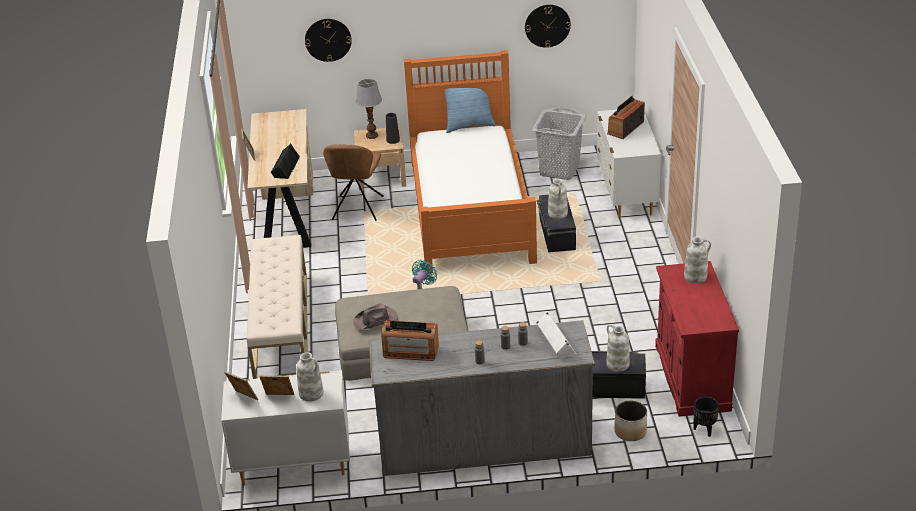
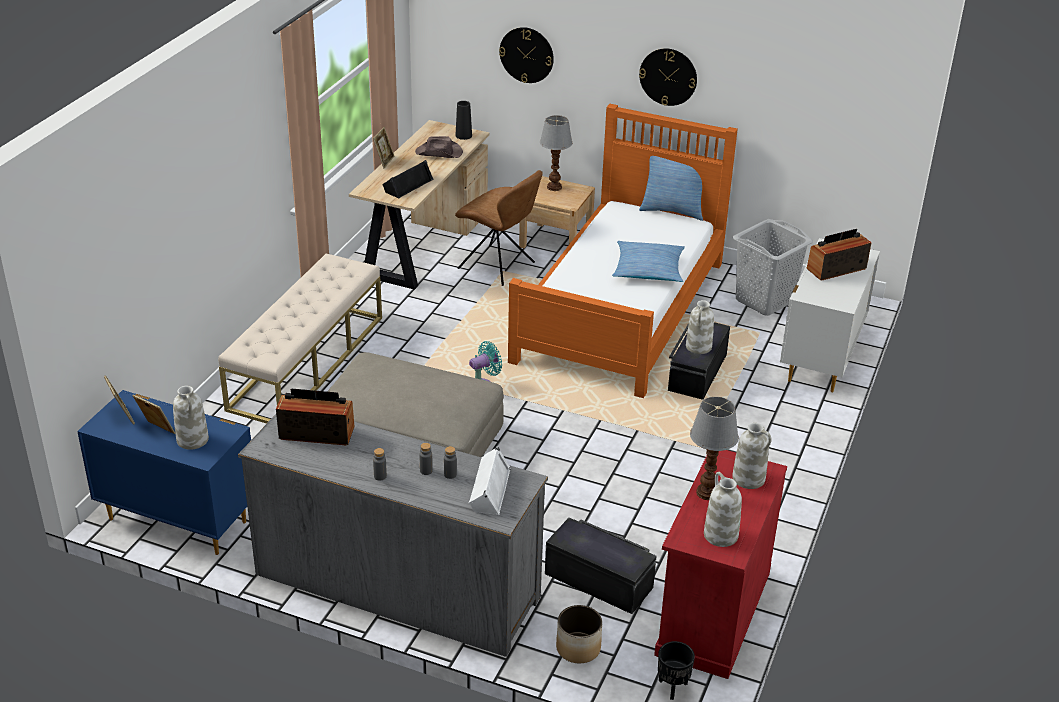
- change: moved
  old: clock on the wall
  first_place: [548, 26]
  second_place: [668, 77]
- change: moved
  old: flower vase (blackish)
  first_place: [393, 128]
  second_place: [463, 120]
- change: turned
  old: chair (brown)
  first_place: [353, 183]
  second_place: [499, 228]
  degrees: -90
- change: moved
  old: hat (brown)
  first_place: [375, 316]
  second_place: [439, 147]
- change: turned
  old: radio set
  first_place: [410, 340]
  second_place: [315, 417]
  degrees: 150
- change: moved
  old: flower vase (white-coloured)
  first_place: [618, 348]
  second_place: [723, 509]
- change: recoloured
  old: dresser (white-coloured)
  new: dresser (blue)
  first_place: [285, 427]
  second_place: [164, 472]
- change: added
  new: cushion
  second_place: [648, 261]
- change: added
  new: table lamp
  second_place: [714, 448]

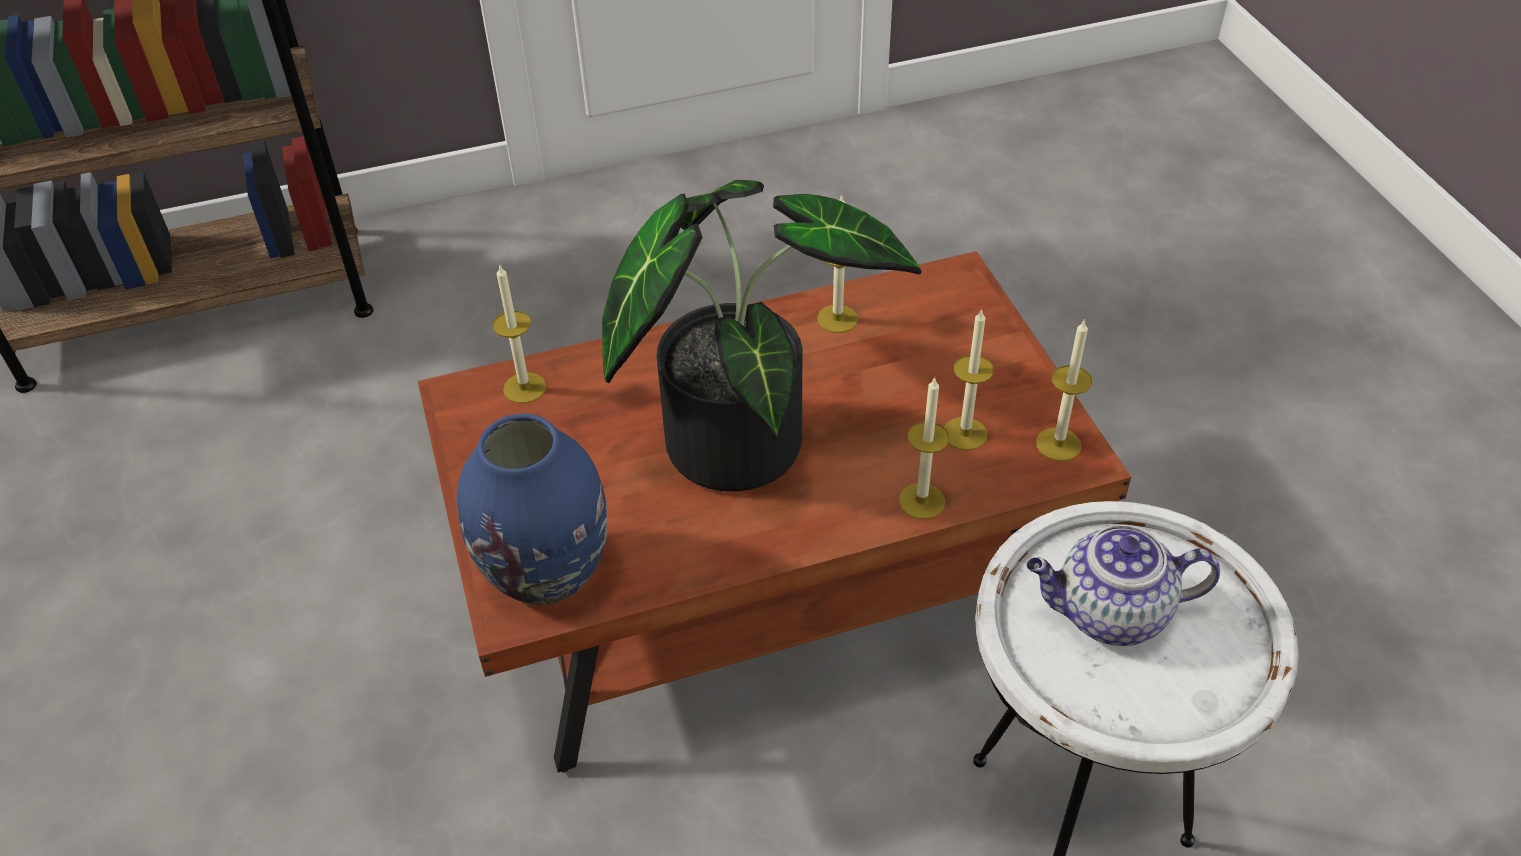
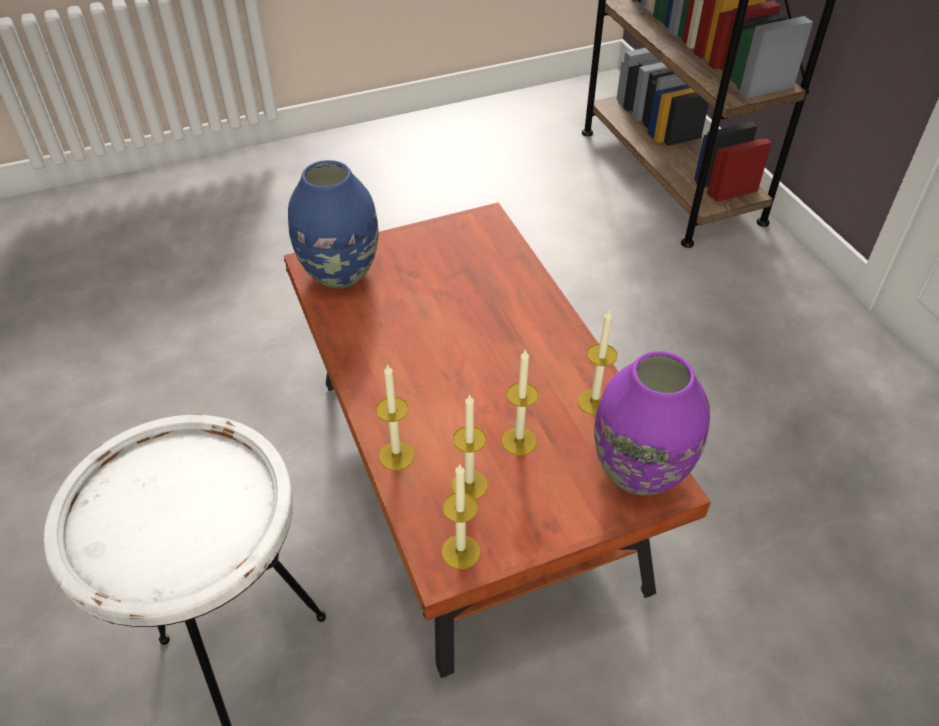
- change: removed
  old: potted plant
  first_place: [762, 336]
- change: moved
  old: wax candle
  first_place: [519, 333]
  second_place: [520, 402]
- change: removed
  old: tea pot
  first_place: [1123, 585]
- change: added
  new: flower vase (purplish)
  second_place: [652, 423]

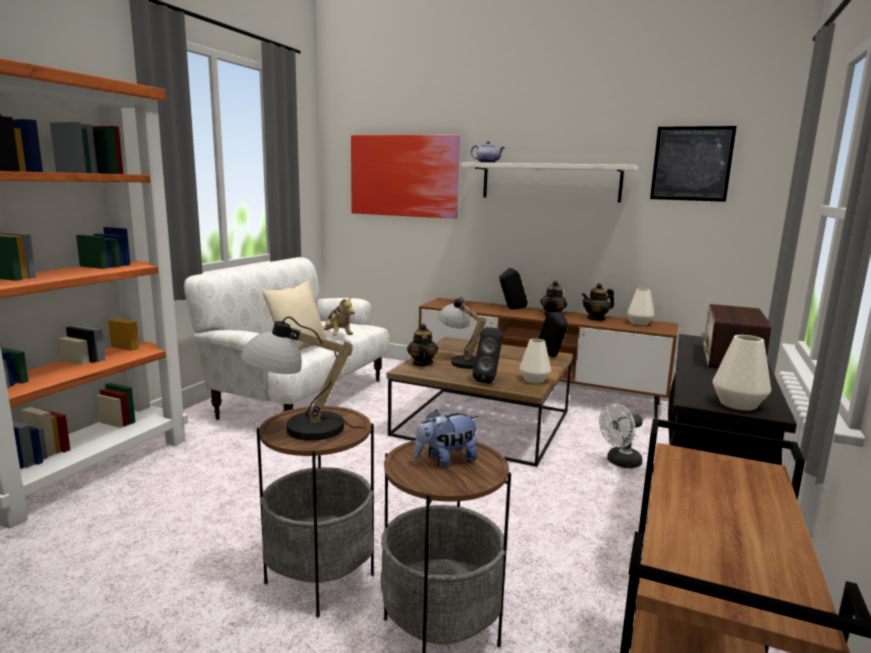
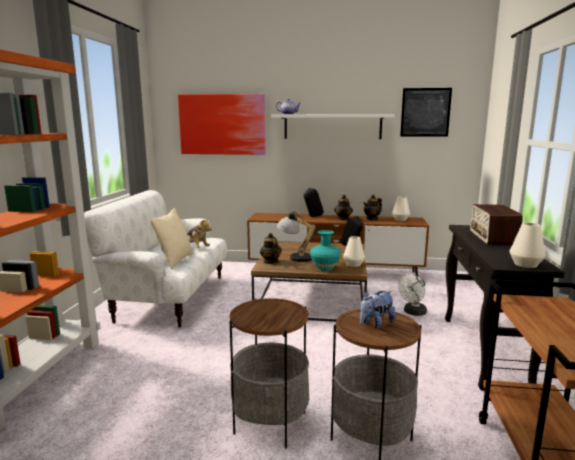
- change: removed
  old: table lamp
  first_place: [303, 378]
- change: replaced
  old: audio speaker (blackish)
  new: flower vase (turquoise-coloured)
  first_place: [488, 355]
  second_place: [325, 250]

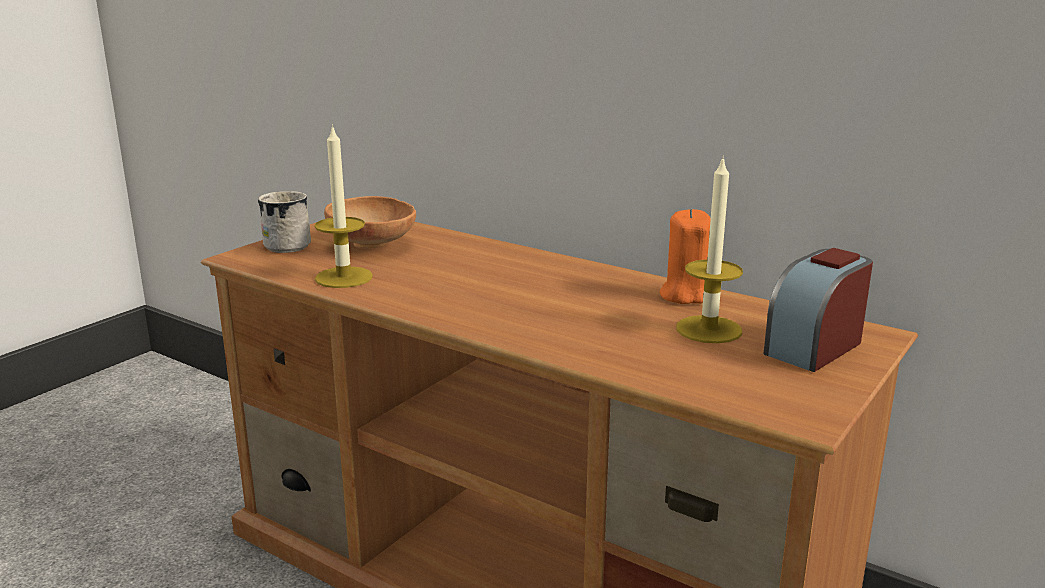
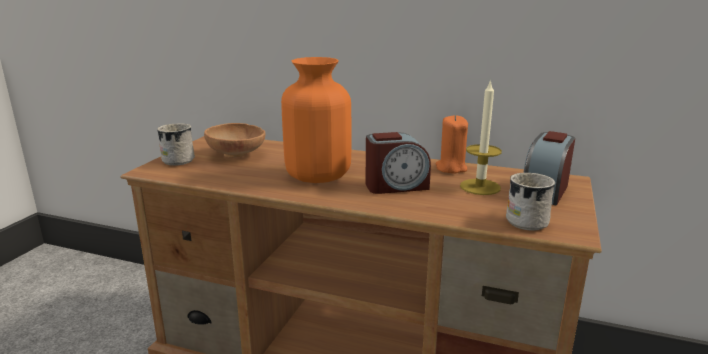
- change: removed
  old: wax candle
  first_place: [344, 206]
- change: added
  new: flower vase (orange-coloured)
  second_place: [316, 120]
- change: added
  new: bedside clock
  second_place: [398, 163]
- change: added
  new: tea mug (white-coloured)
  second_place: [530, 201]

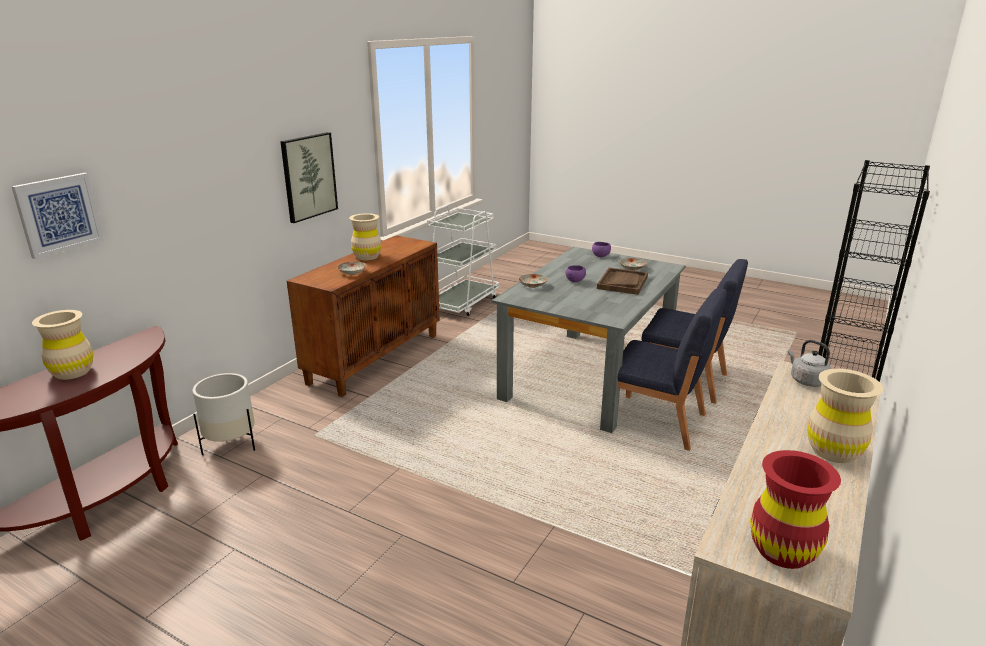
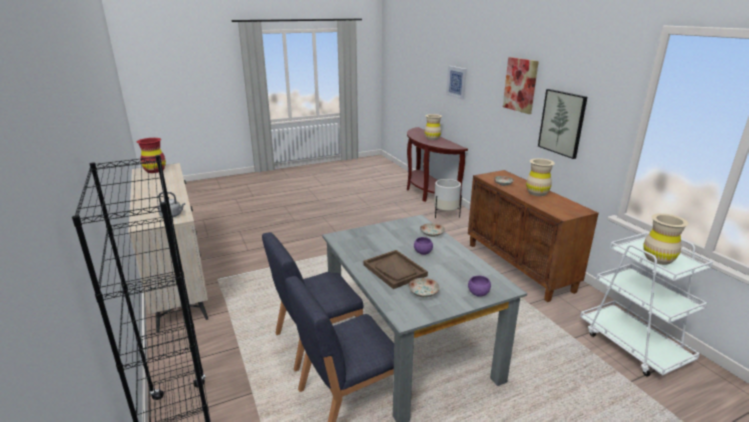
- change: moved
  old: flower vase (beige-coloured)
  first_place: [845, 416]
  second_place: [666, 239]
- change: added
  new: wall picture
  second_place: [521, 85]

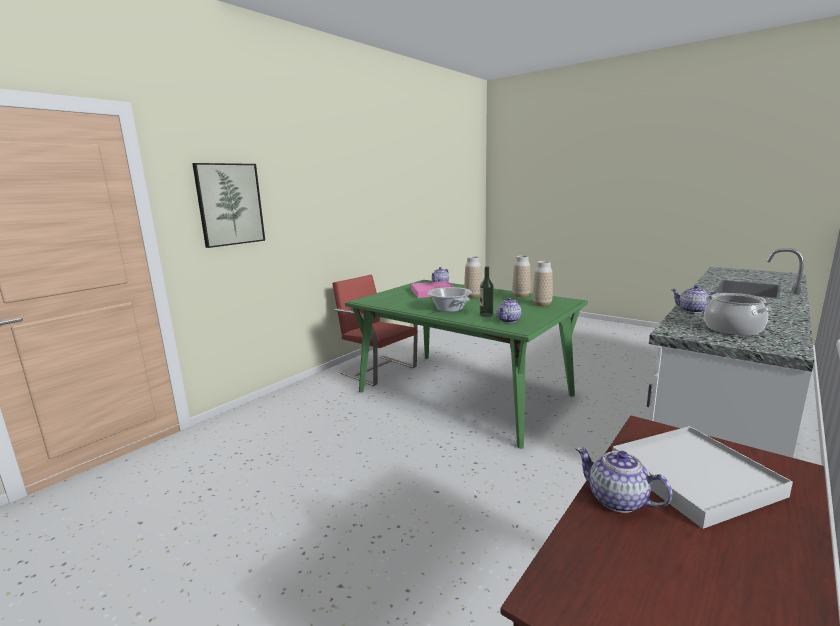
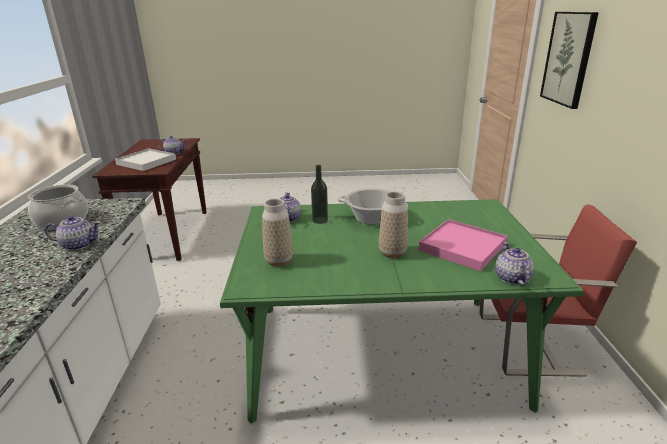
- change: removed
  old: flower vase
  first_place: [521, 276]

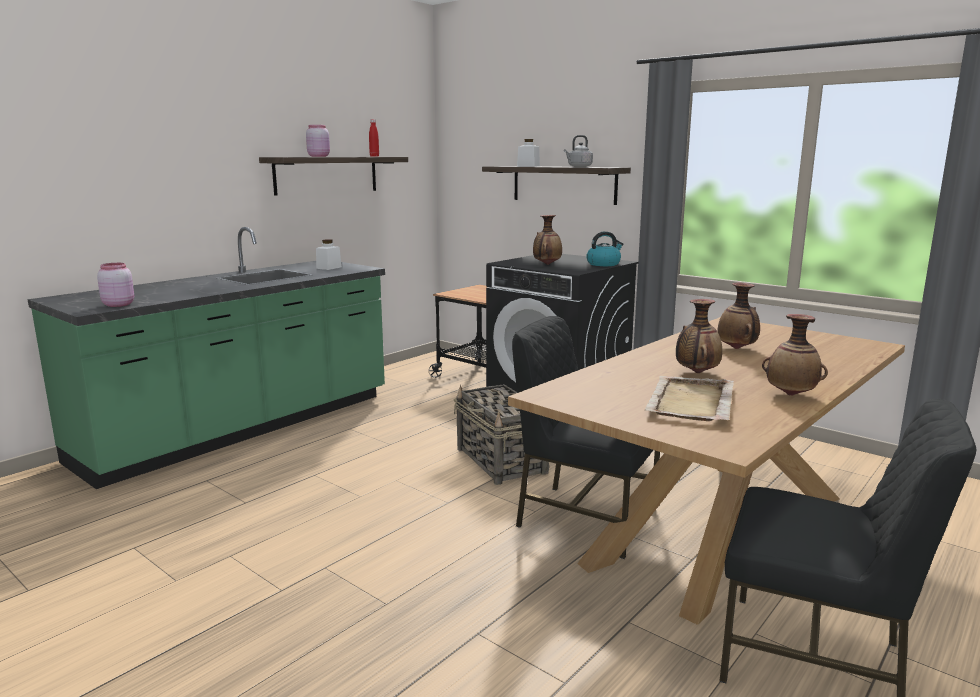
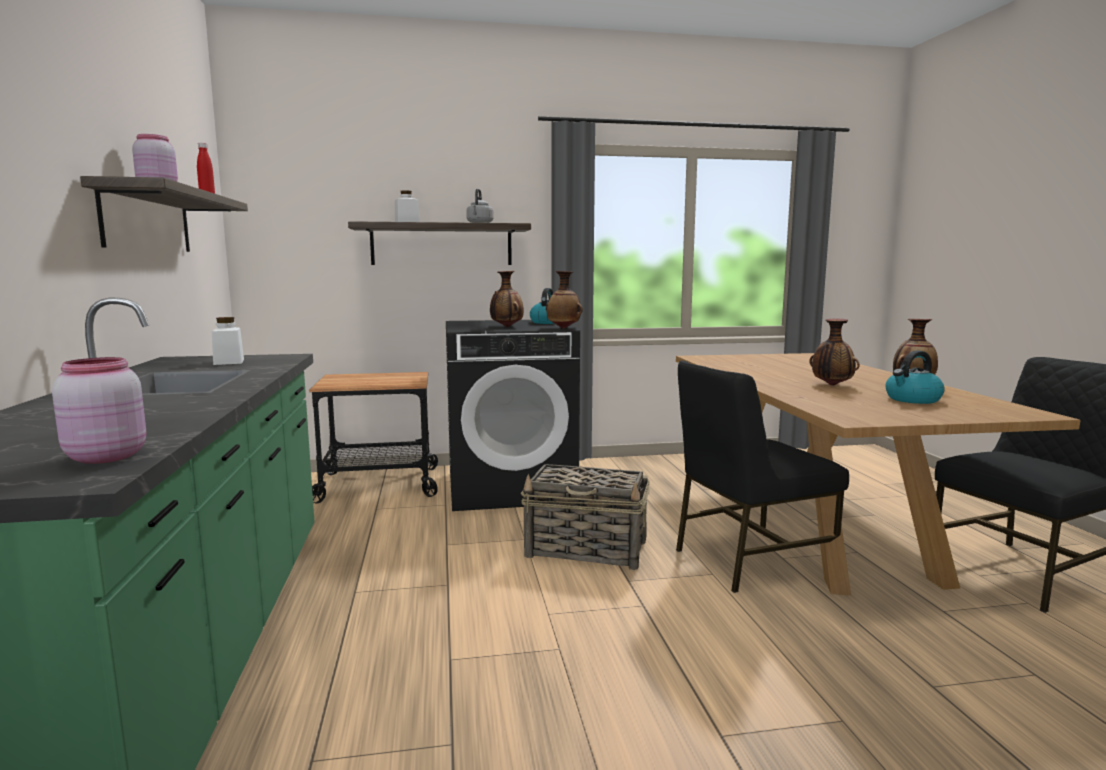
- change: moved
  old: flower vase
  first_place: [738, 315]
  second_place: [564, 300]
- change: replaced
  old: carrying tray (beige-coloured)
  new: kettle
  first_place: [689, 398]
  second_place: [915, 377]

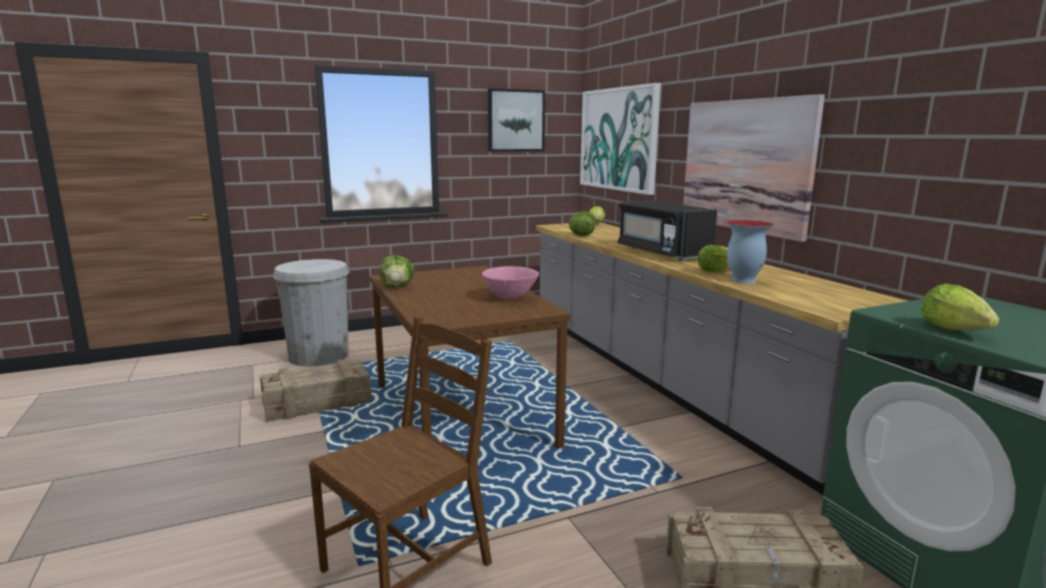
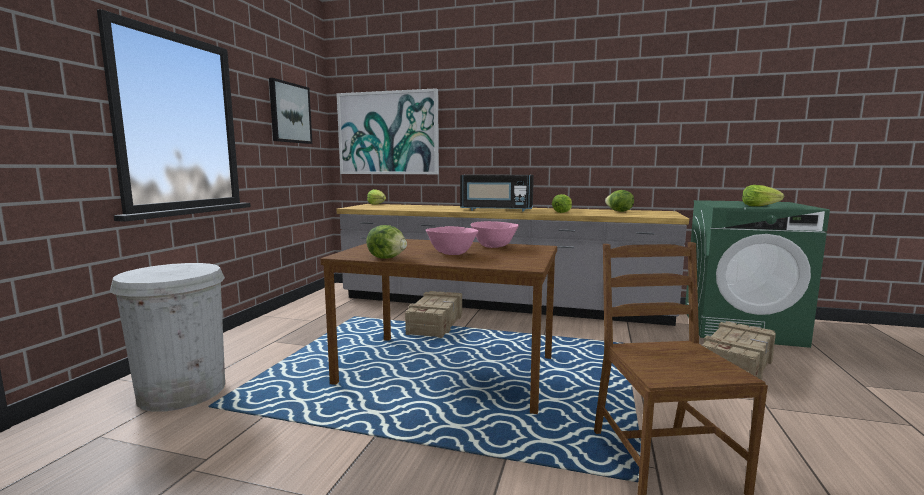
- change: removed
  old: wall picture
  first_place: [754, 168]
- change: moved
  old: lettuce head
  first_place: [582, 223]
  second_place: [619, 201]
- change: removed
  old: flower vase
  first_place: [750, 252]
- change: moved
  old: crate
  first_place: [316, 390]
  second_place: [433, 314]
- change: added
  new: deep dish (pinkish)
  second_place: [452, 240]

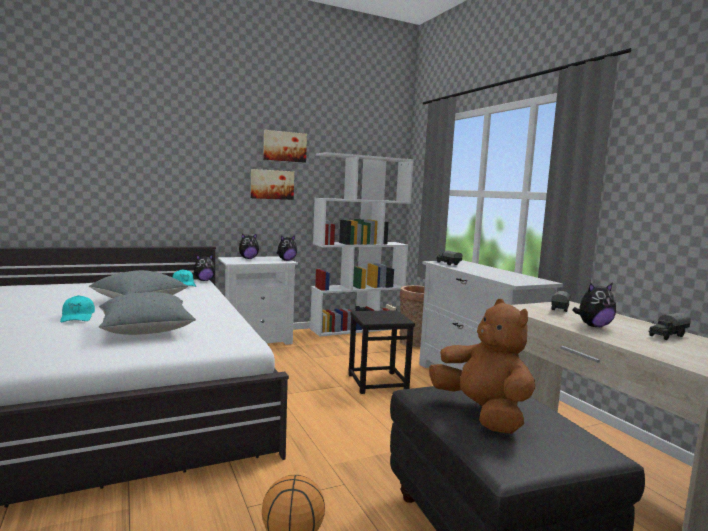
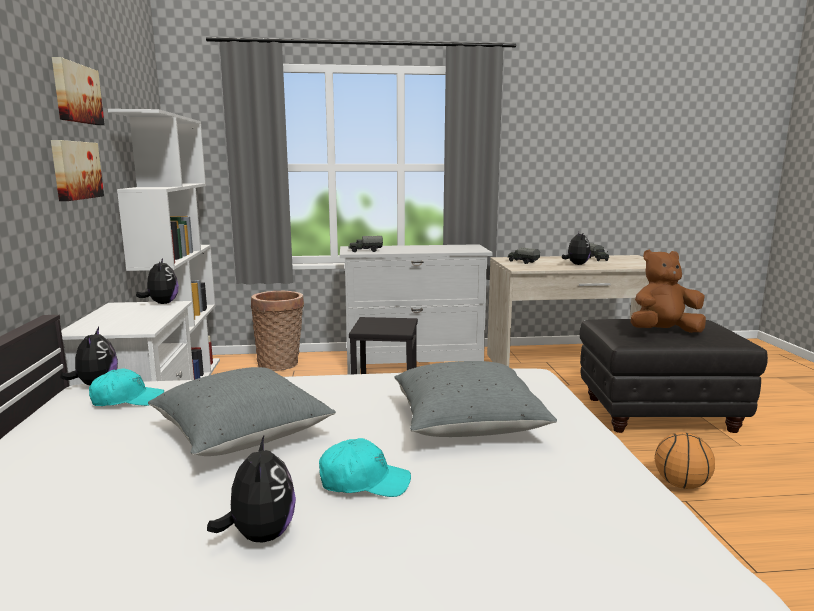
- change: moved
  old: plush toy
  first_place: [249, 246]
  second_place: [251, 489]

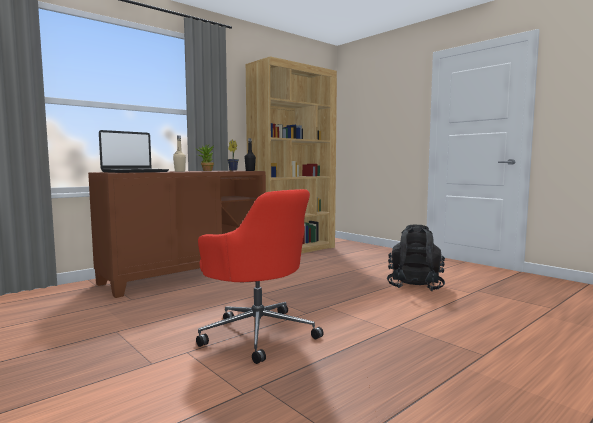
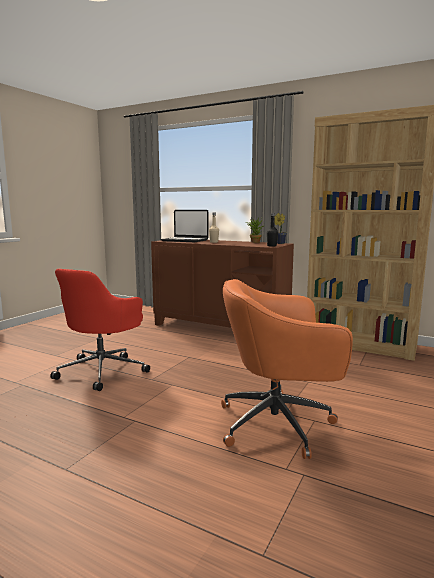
- change: replaced
  old: knapsack (blackish)
  new: desk chair (orange-coloured)
  first_place: [416, 258]
  second_place: [287, 369]

